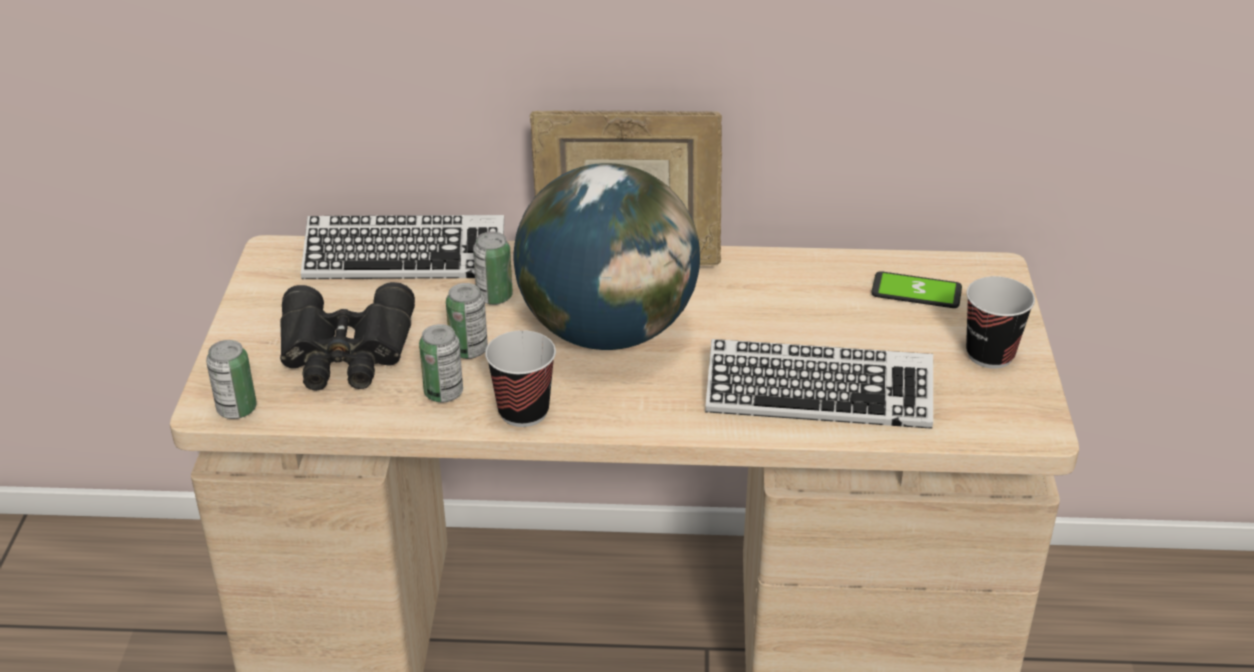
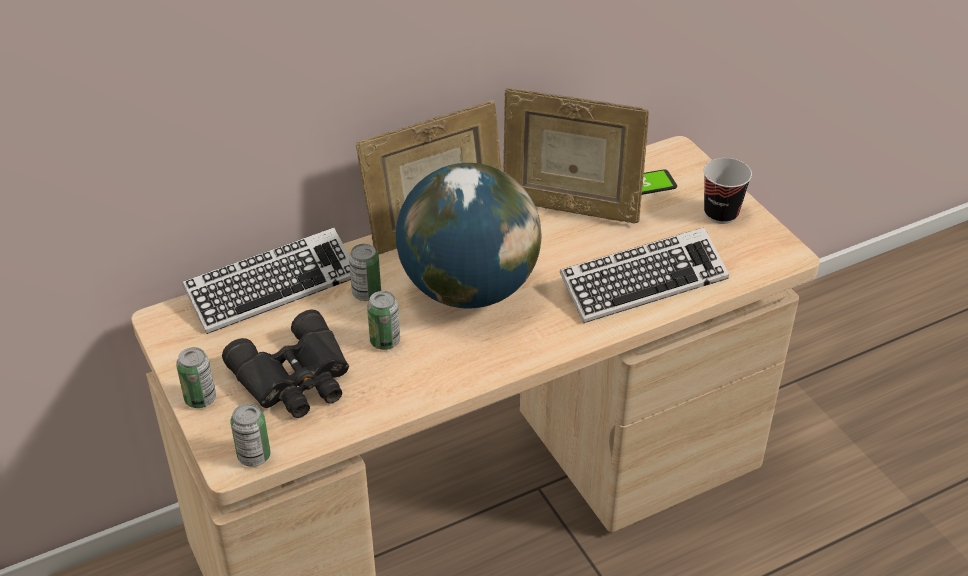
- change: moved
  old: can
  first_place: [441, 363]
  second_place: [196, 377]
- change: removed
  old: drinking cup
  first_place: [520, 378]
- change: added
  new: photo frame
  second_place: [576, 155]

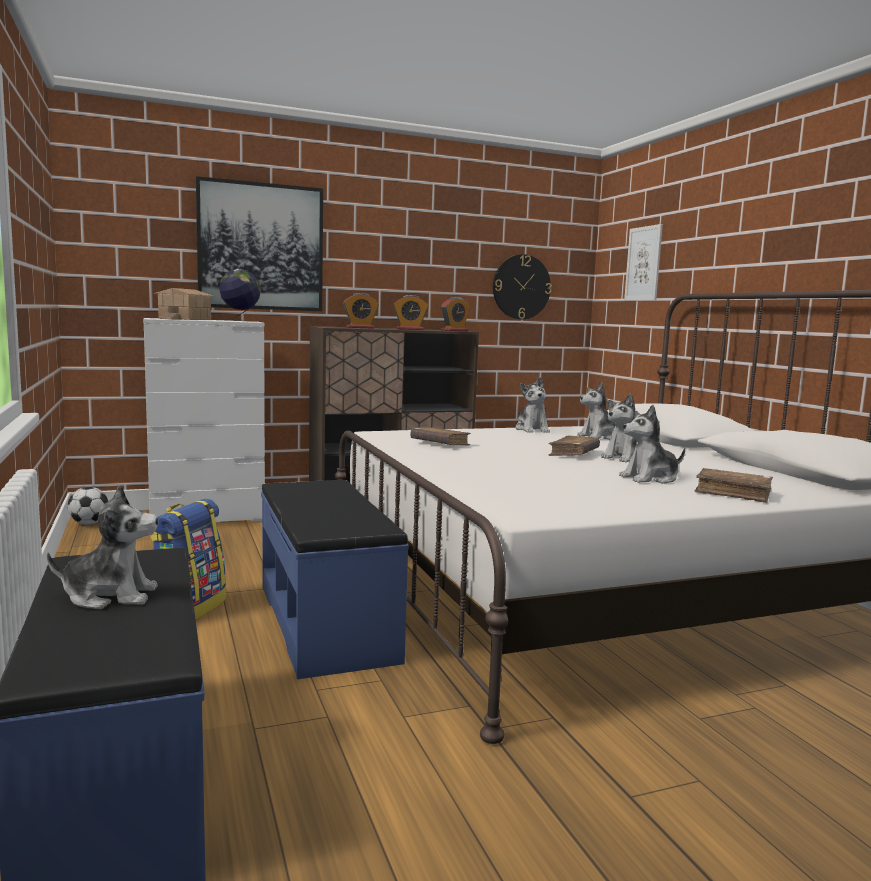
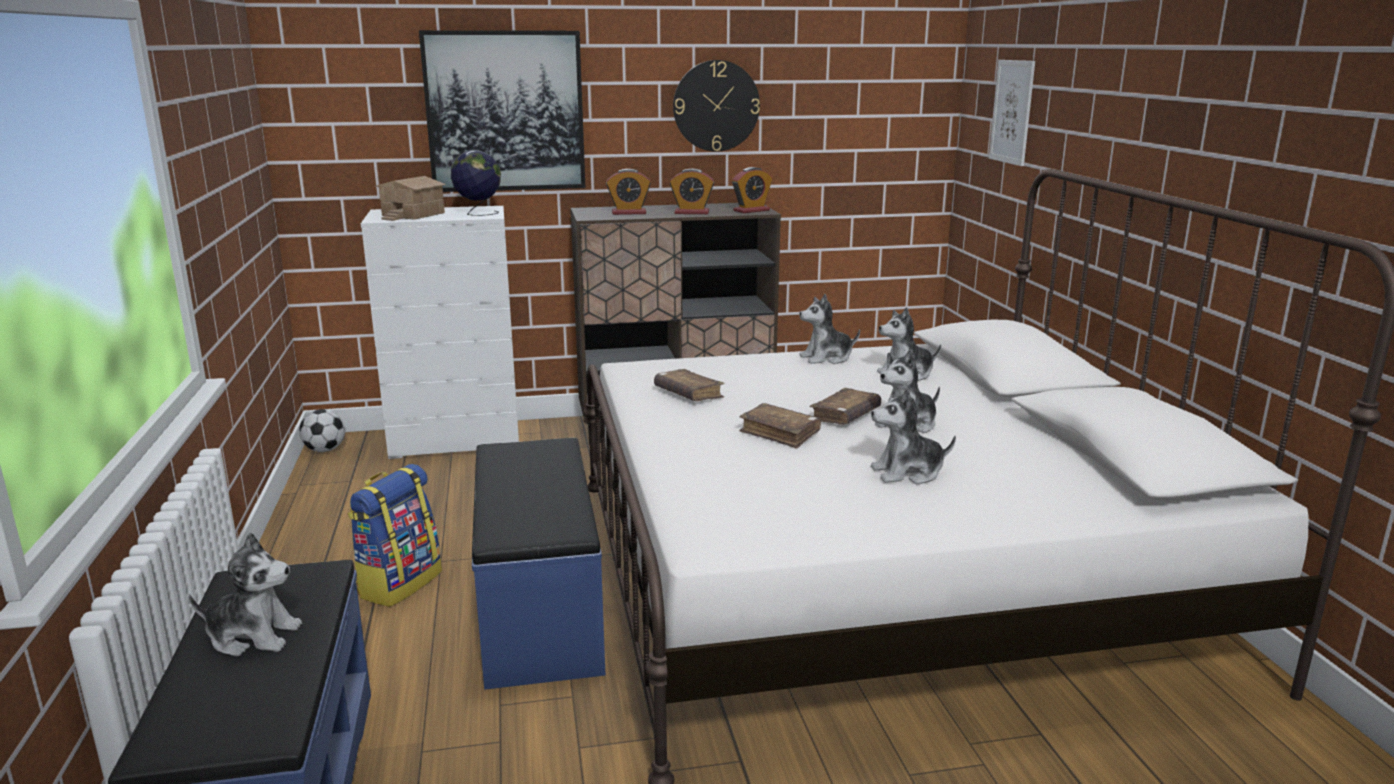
- change: moved
  old: clock on the wall
  first_place: [522, 286]
  second_place: [716, 106]
- change: turned
  old: plush toy
  first_place: [532, 405]
  second_place: [829, 329]
  degrees: 75
- change: moved
  old: volume (brown)
  first_place: [734, 485]
  second_place: [780, 426]

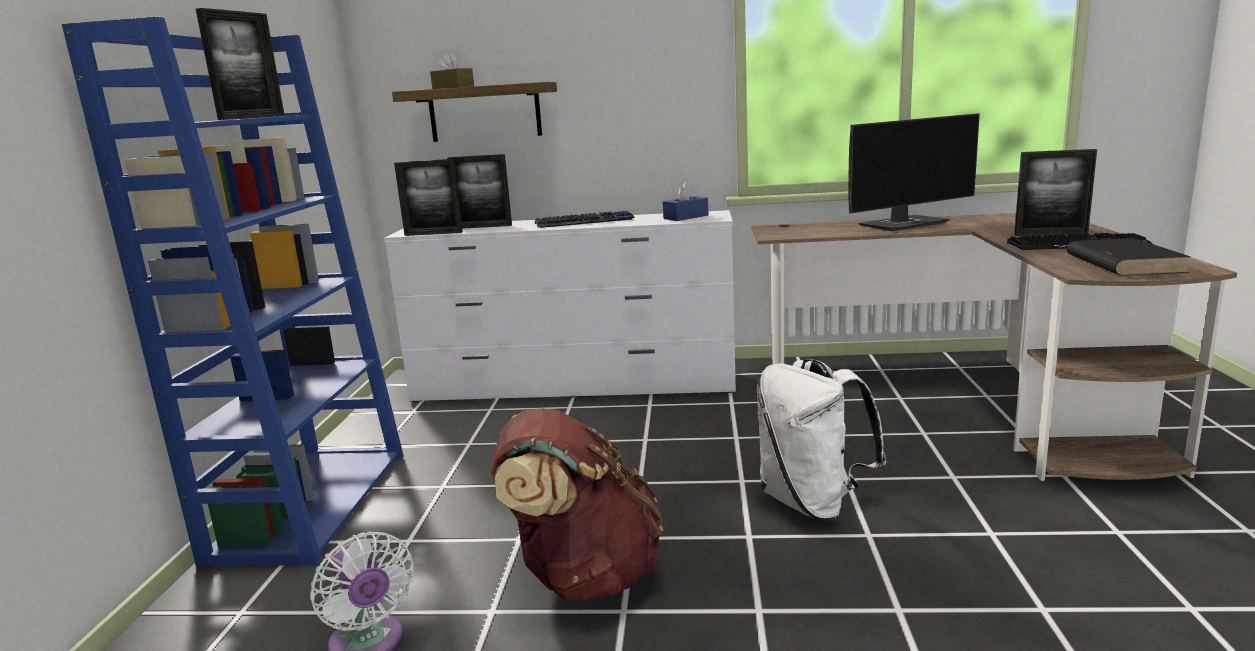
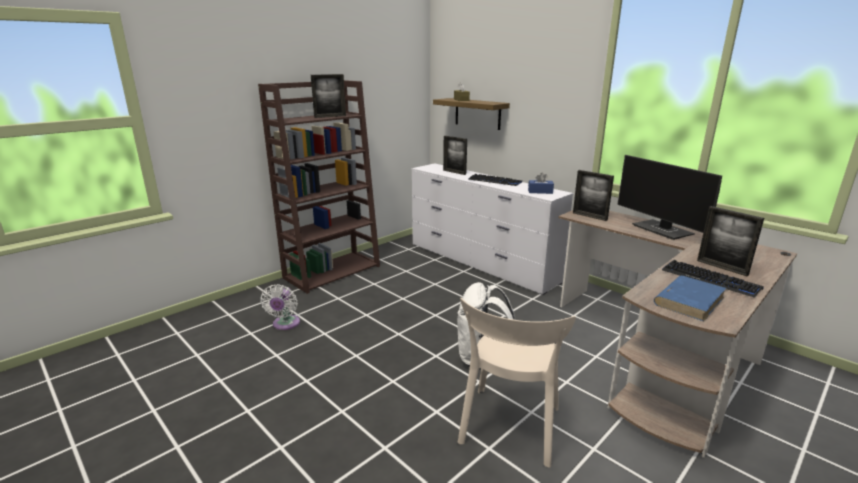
- change: recoloured
  old: bookcase (blue)
  new: bookcase (brown)
  first_place: [233, 291]
  second_place: [319, 187]
- change: turned
  old: computer screen
  first_place: [914, 172]
  second_place: [669, 197]
  degrees: 45
- change: moved
  old: photo frame
  first_place: [428, 197]
  second_place: [593, 195]
- change: recoloured
  old: volume (blackish)
  new: volume (blue)
  first_place: [1129, 257]
  second_place: [690, 298]
- change: removed
  old: knapsack (brown)
  first_place: [576, 504]
- change: added
  new: chair (beige-coloured)
  second_place: [517, 383]

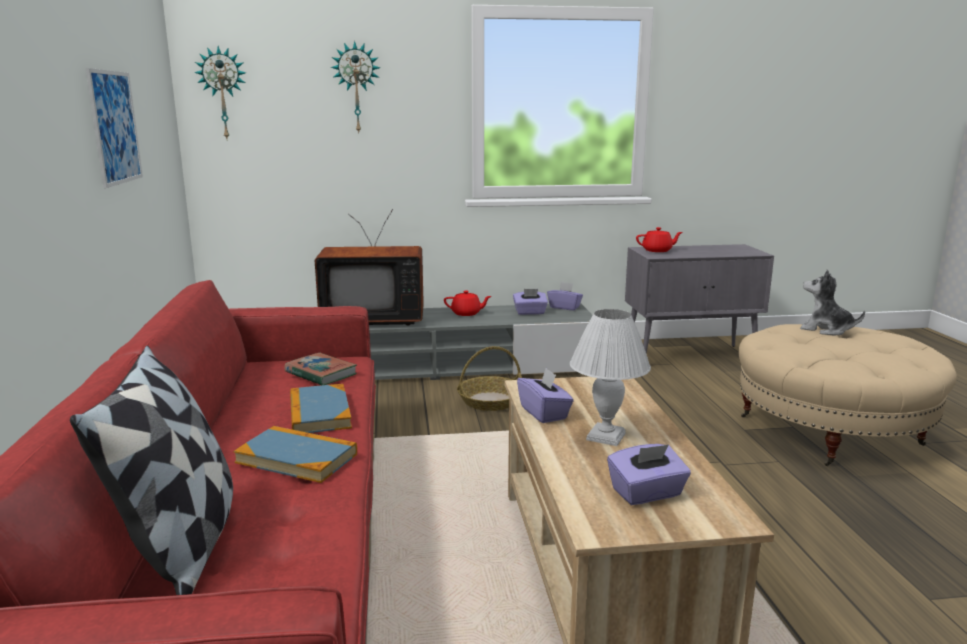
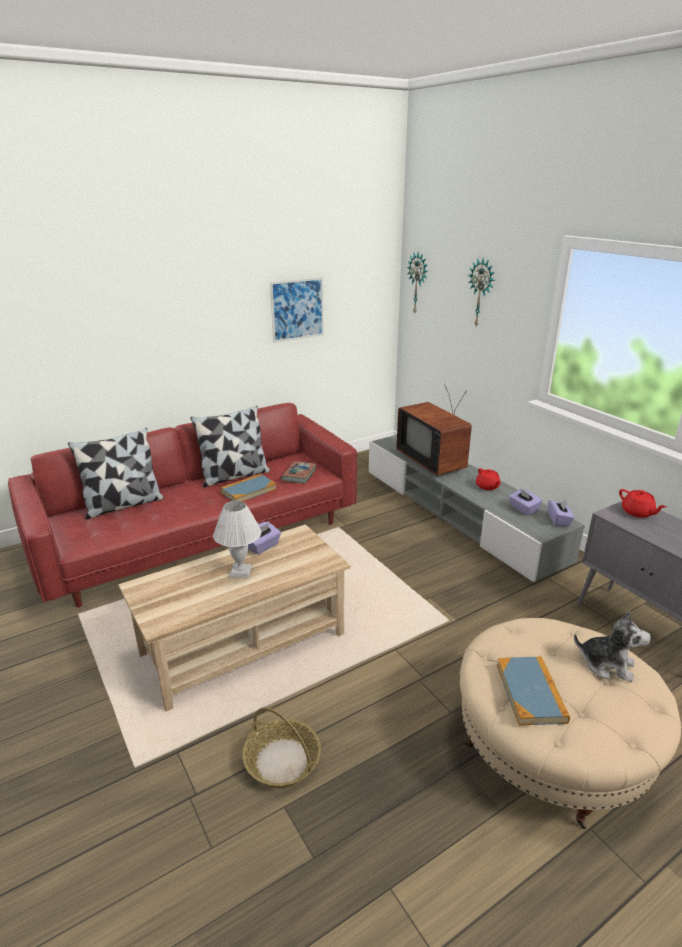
- change: turned
  old: plush toy
  first_place: [832, 303]
  second_place: [612, 646]
  degrees: 105
- change: moved
  old: storage basket
  first_place: [489, 378]
  second_place: [281, 747]
- change: moved
  old: volume
  first_place: [295, 454]
  second_place: [533, 690]
- change: removed
  old: tissue box (purplish)
  first_place: [649, 474]
- change: added
  new: cushion
  second_place: [230, 446]

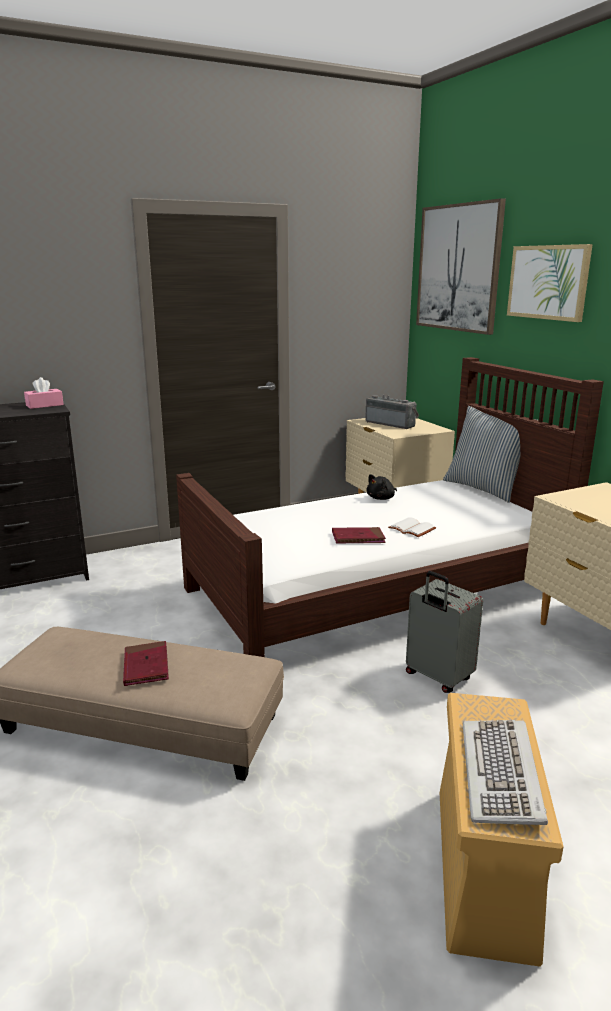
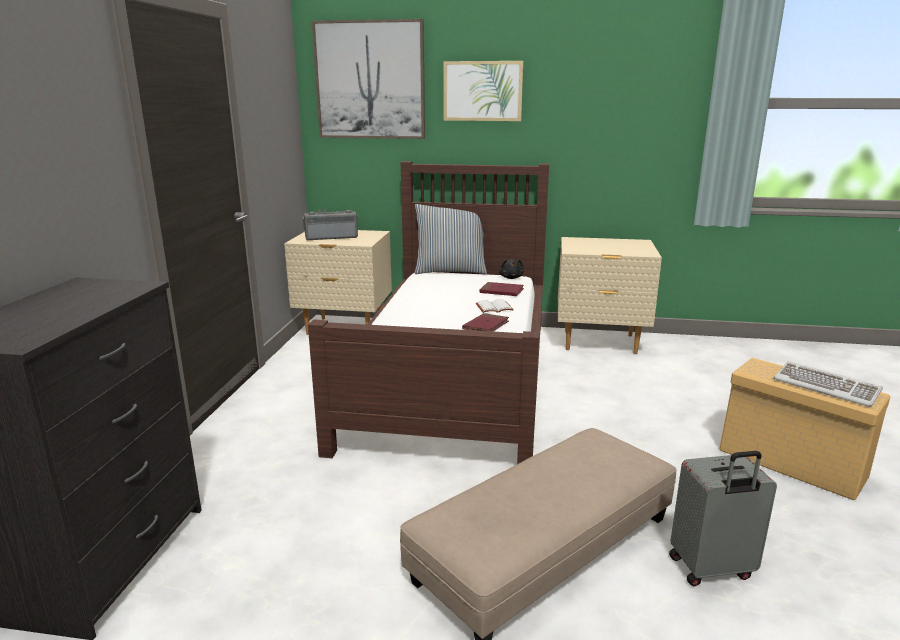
- change: removed
  old: tissue box (pinkish)
  first_place: [44, 393]
- change: moved
  old: plush toy (blackish)
  first_place: [381, 487]
  second_place: [511, 269]
- change: moved
  old: piece of luggage (gray)
  first_place: [444, 632]
  second_place: [723, 518]
- change: moved
  old: volume (red-coloured)
  first_place: [146, 663]
  second_place: [502, 289]

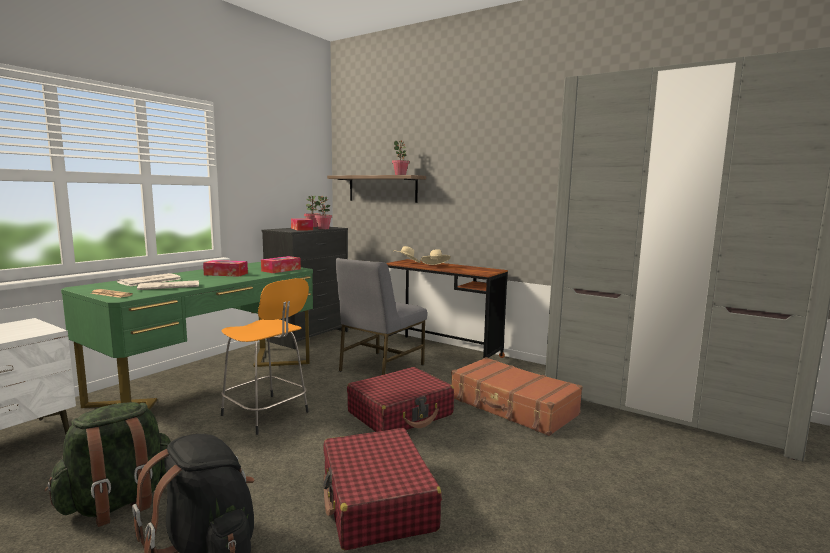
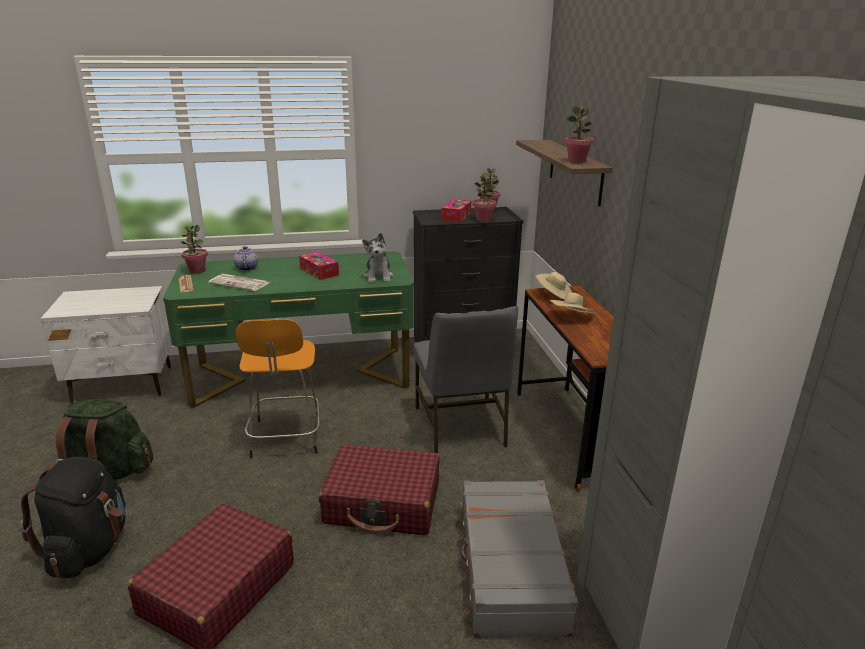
- change: replaced
  old: tissue box
  new: plush toy
  first_place: [281, 264]
  second_place: [377, 258]
- change: turned
  old: chair (gray)
  first_place: [381, 316]
  second_place: [465, 380]
  degrees: -90
- change: replaced
  old: newspaper
  new: tea pot
  first_place: [149, 279]
  second_place: [246, 258]
- change: recoloured
  old: piece of luggage (brown)
  new: piece of luggage (gray)
  first_place: [517, 396]
  second_place: [517, 559]
- change: added
  new: potted plant
  second_place: [194, 249]

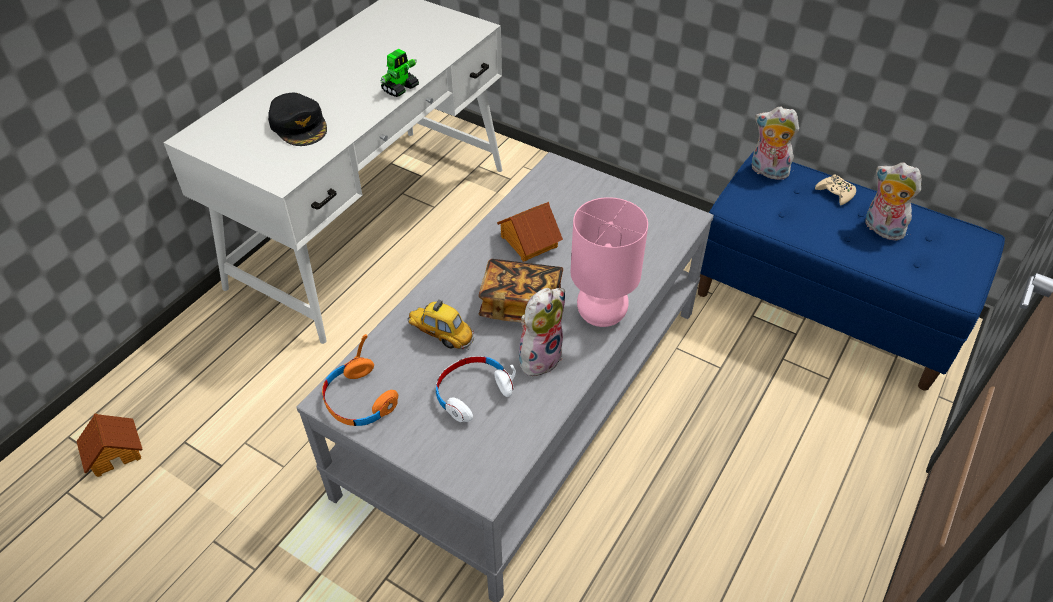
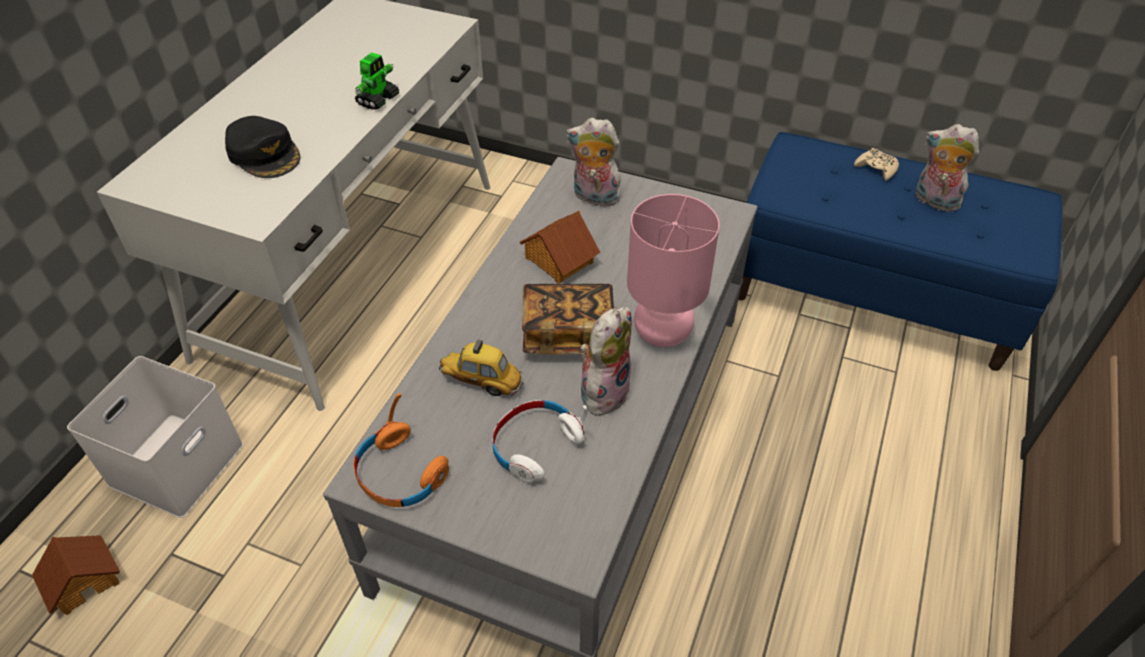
- change: moved
  old: plush toy
  first_place: [775, 143]
  second_place: [593, 162]
- change: added
  new: storage bin (white-coloured)
  second_place: [155, 437]

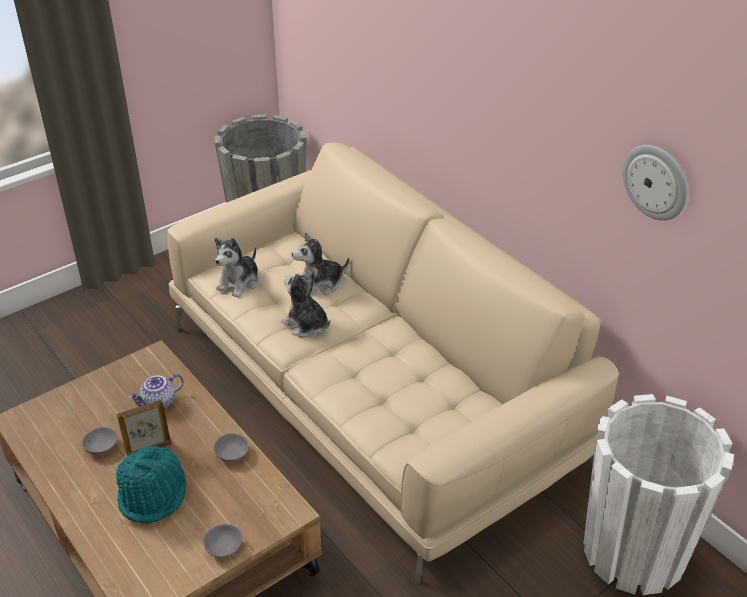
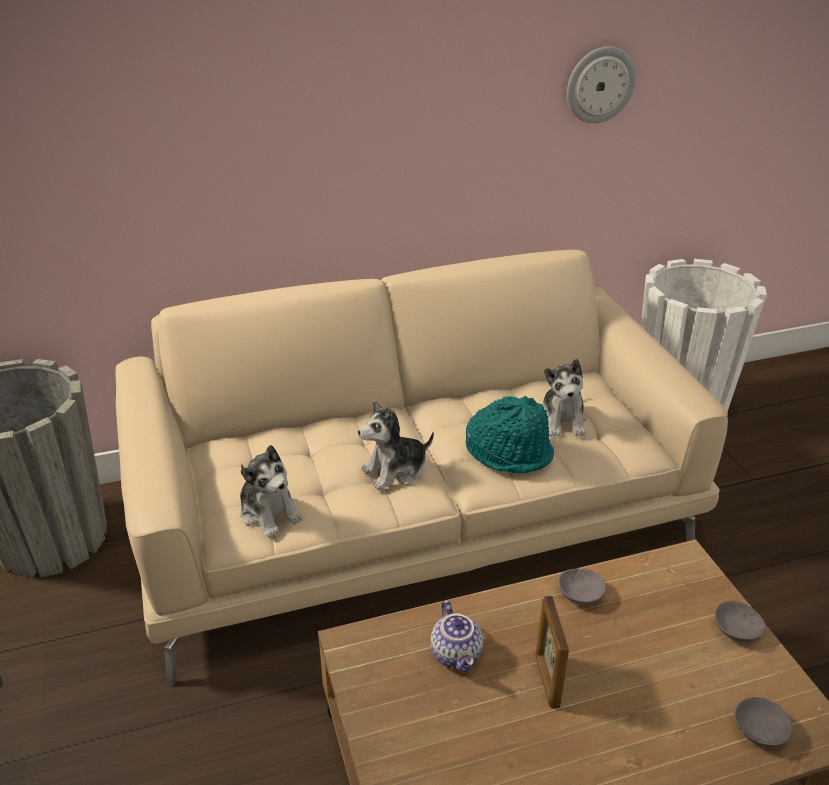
- change: moved
  old: plush toy
  first_place: [320, 264]
  second_place: [565, 397]
- change: moved
  old: deep dish (gray)
  first_place: [100, 441]
  second_place: [763, 722]
- change: moved
  old: hat (turquoise-coloured)
  first_place: [151, 485]
  second_place: [510, 434]

